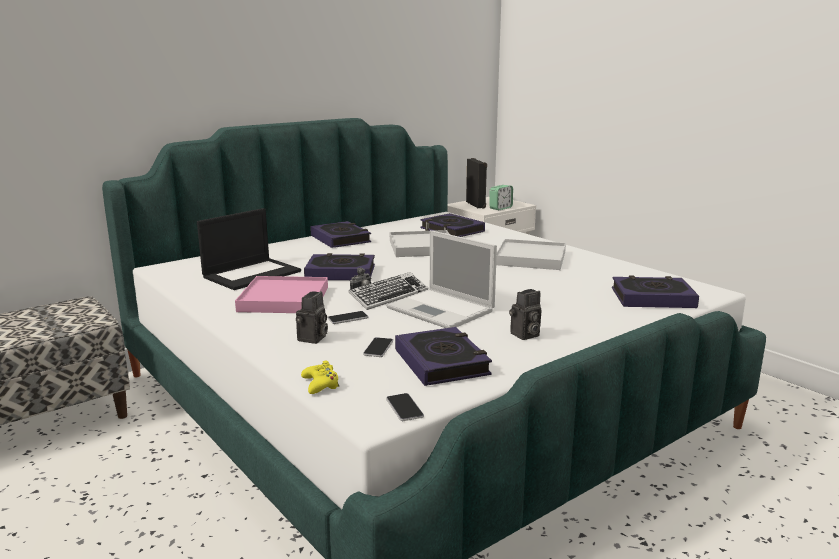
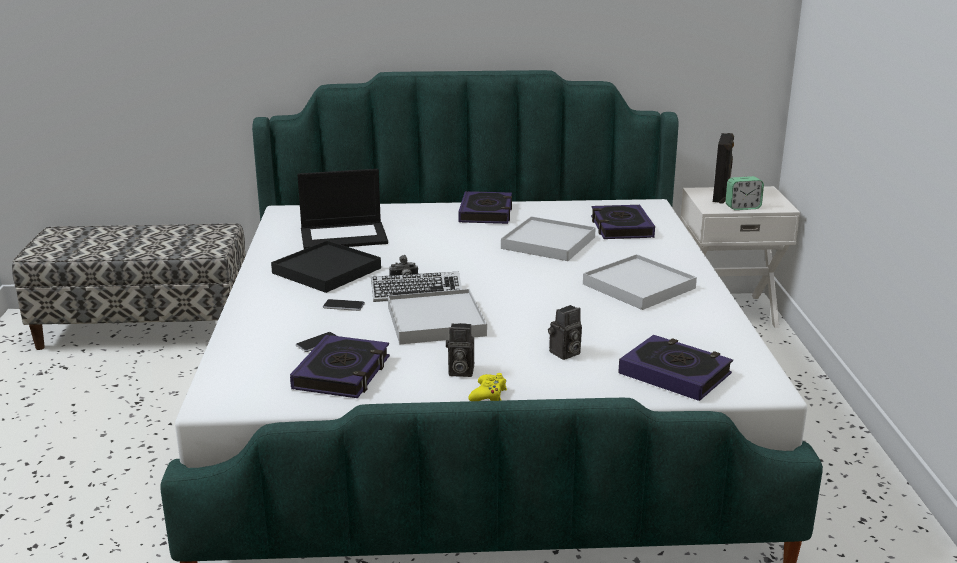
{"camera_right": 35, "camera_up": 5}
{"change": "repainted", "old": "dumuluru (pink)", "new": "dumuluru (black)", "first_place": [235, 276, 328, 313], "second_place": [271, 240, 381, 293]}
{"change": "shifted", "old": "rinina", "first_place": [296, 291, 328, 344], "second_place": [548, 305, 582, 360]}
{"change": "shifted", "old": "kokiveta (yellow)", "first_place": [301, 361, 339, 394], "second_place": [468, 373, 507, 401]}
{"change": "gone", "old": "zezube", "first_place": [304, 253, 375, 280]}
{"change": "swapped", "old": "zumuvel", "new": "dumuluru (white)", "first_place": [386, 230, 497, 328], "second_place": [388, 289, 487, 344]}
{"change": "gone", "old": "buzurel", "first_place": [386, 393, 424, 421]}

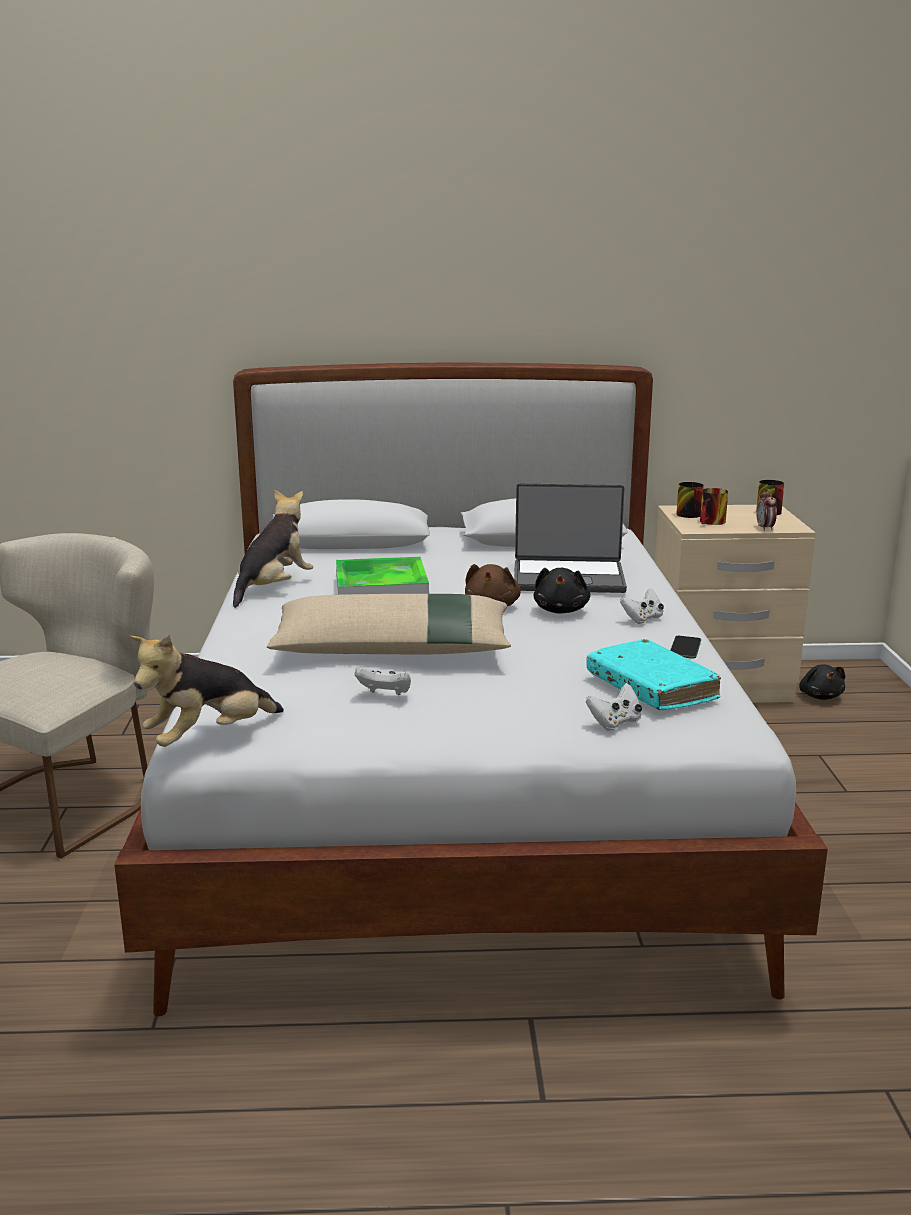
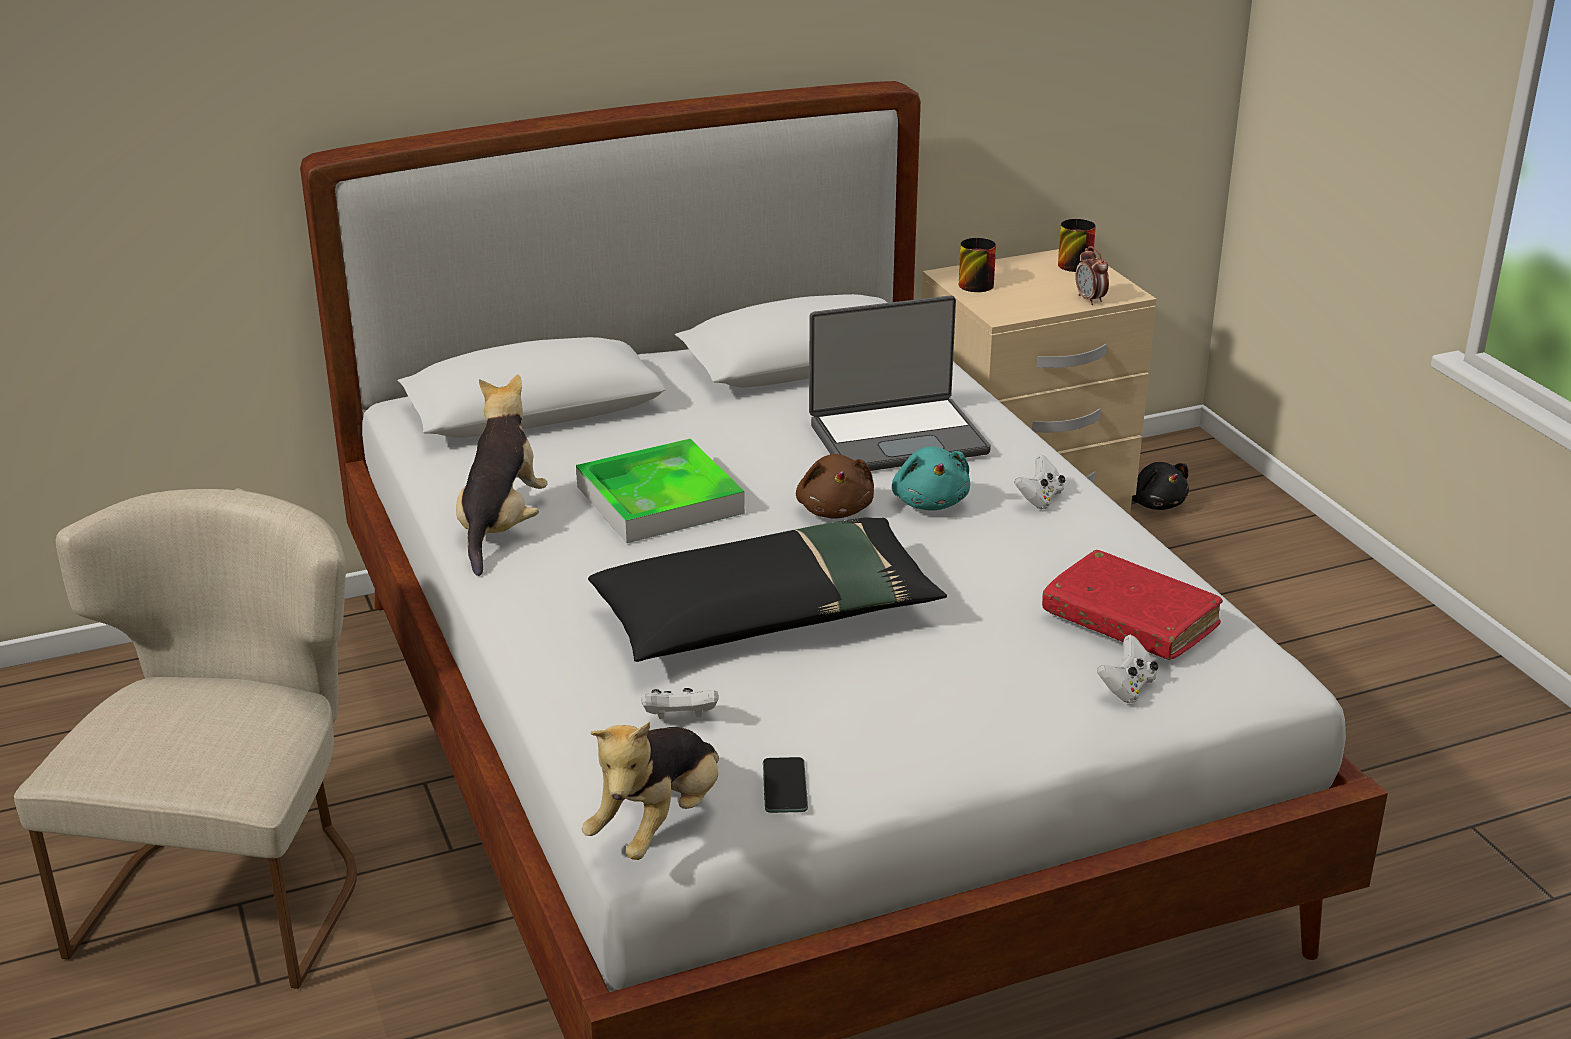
{"camera_right": -20, "camera_up": 10}
{"change": "repainted", "old": "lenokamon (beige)", "new": "lenokamon (black)", "first_place": [267, 594, 511, 655], "second_place": [588, 517, 947, 662]}
{"change": "shifted", "old": "kokiveta (white)", "first_place": [355, 668, 411, 695], "second_place": [641, 688, 719, 719]}
{"change": "repainted", "old": "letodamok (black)", "new": "letodamok (turquoise)", "first_place": [533, 568, 590, 613], "second_place": [892, 446, 970, 511]}
{"change": "repainted", "old": "zezube (turquoise)", "new": "zezube (red)", "first_place": [586, 639, 721, 710], "second_place": [1042, 550, 1223, 660]}
{"change": "shifted", "old": "buzurel", "first_place": [670, 636, 701, 659], "second_place": [763, 757, 808, 813]}
{"change": "gone", "old": "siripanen", "first_place": [700, 488, 728, 525]}

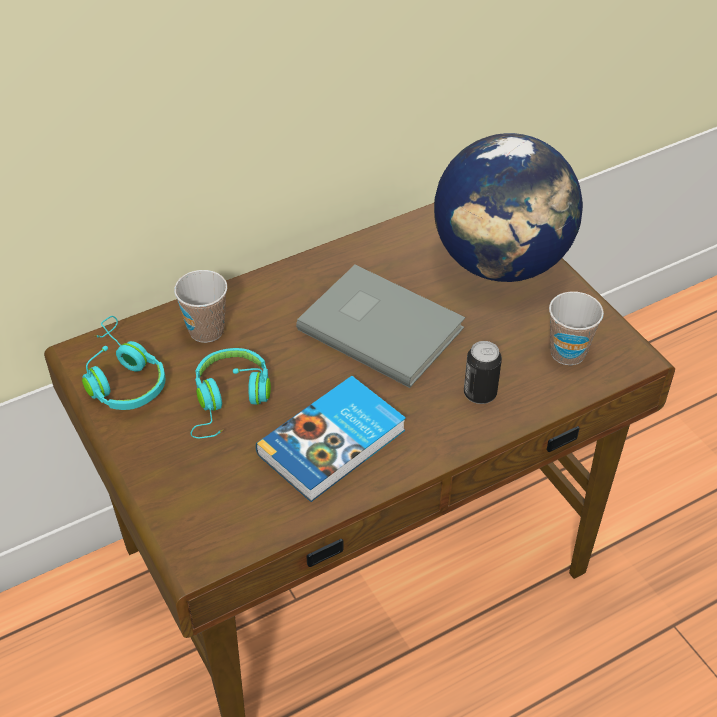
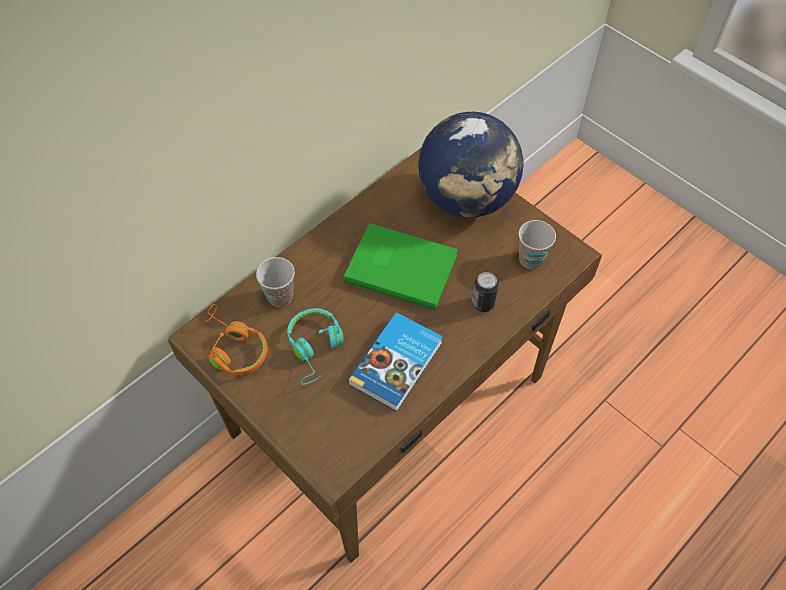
{"camera_right": -15, "camera_up": 10}
{"change": "repainted", "old": "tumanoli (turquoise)", "new": "tumanoli (orange)", "first_place": [82, 316, 165, 410], "second_place": [204, 304, 268, 375]}
{"change": "repainted", "old": "zezube (grey)", "new": "zezube (green)", "first_place": [296, 265, 465, 388], "second_place": [343, 223, 458, 310]}

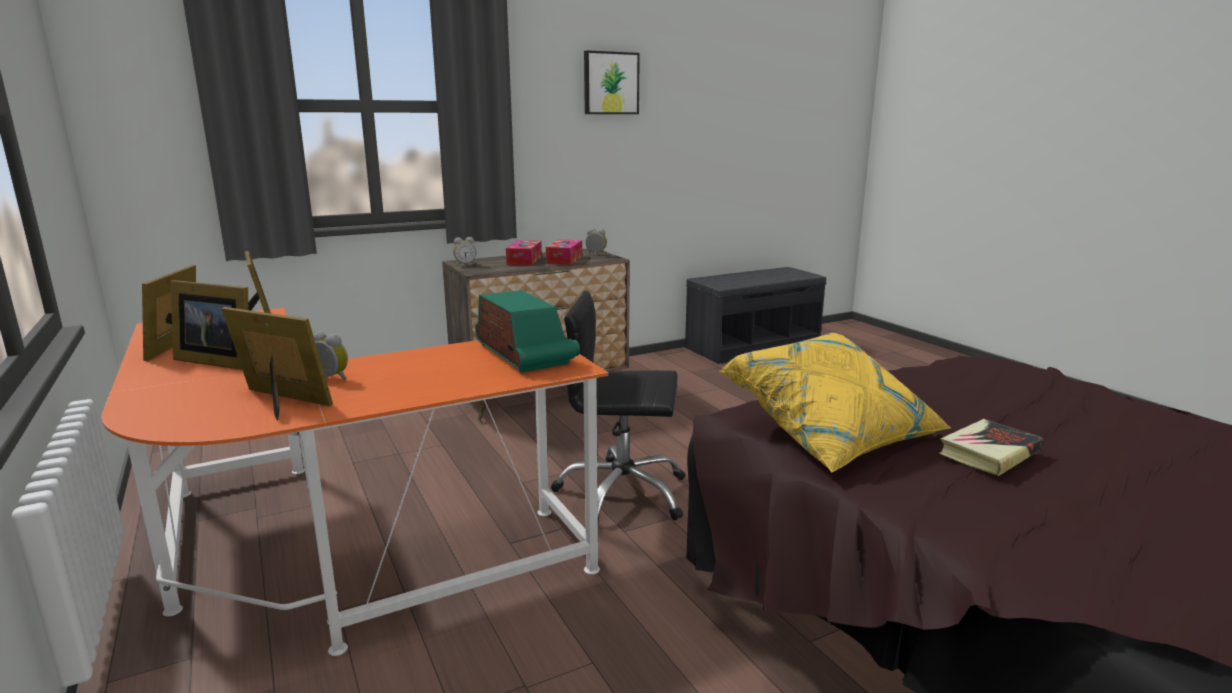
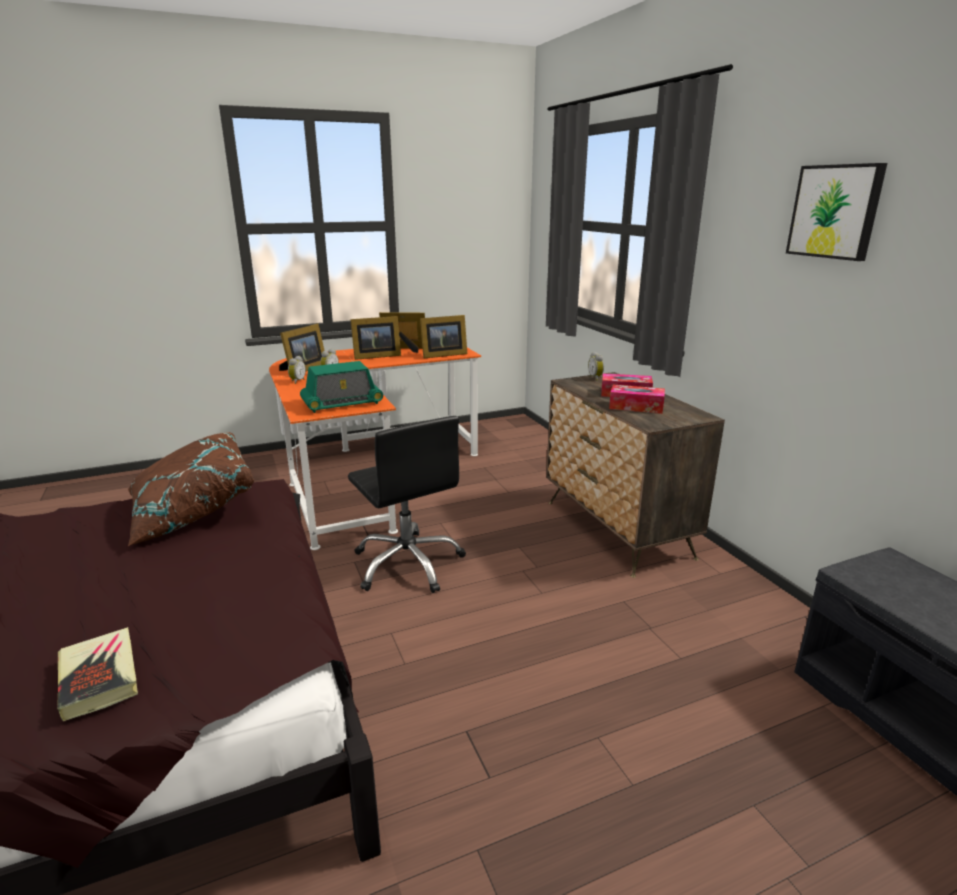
{"camera_right": 95, "camera_up": 5}
{"change": "rotated", "old": "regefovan", "first_place": [171, 280, 248, 370], "second_place": [350, 316, 401, 360], "degrees": -135}
{"change": "rotated", "old": "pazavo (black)", "first_place": [551, 291, 685, 525], "second_place": [348, 416, 466, 593], "degrees": 135}
{"change": "shifted", "old": "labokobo", "first_place": [585, 228, 607, 256], "second_place": [288, 356, 306, 384]}
{"change": "repainted", "old": "lenokamon (yellow)", "new": "lenokamon (brown)", "first_place": [719, 333, 951, 473], "second_place": [128, 432, 254, 546]}
{"change": "shifted", "old": "zezube", "first_place": [939, 419, 1043, 476], "second_place": [57, 627, 138, 721]}

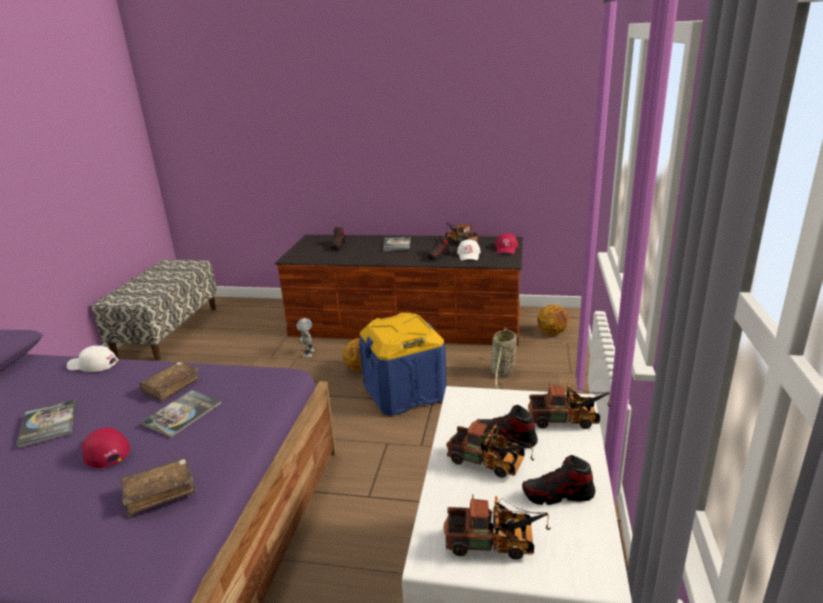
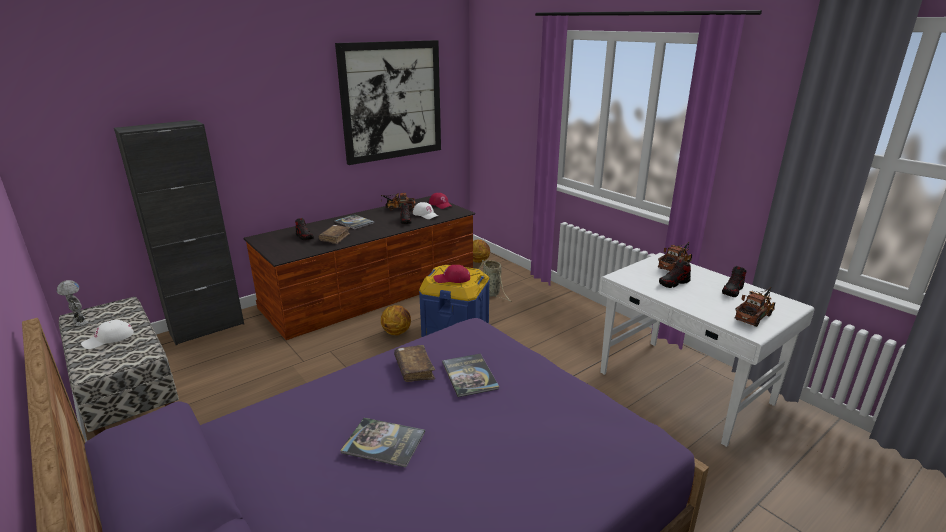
{"camera_right": -50, "camera_up": 0}
{"change": "shifted", "old": "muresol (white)", "first_place": [67, 346, 118, 372], "second_place": [81, 320, 134, 349]}
{"change": "shifted", "old": "muresol (red)", "first_place": [82, 427, 130, 468], "second_place": [434, 265, 470, 283]}
{"change": "shifted", "old": "zezube (brown)", "first_place": [121, 457, 196, 516], "second_place": [318, 225, 350, 244]}
{"change": "shifted", "old": "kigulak", "first_place": [296, 318, 315, 358], "second_place": [57, 280, 88, 326]}
{"change": "gone", "old": "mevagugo", "first_place": [447, 419, 534, 478]}
{"change": "new", "new": "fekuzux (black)", "second_place": [114, 120, 244, 345]}
{"change": "new", "new": "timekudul", "second_place": [335, 40, 441, 165]}

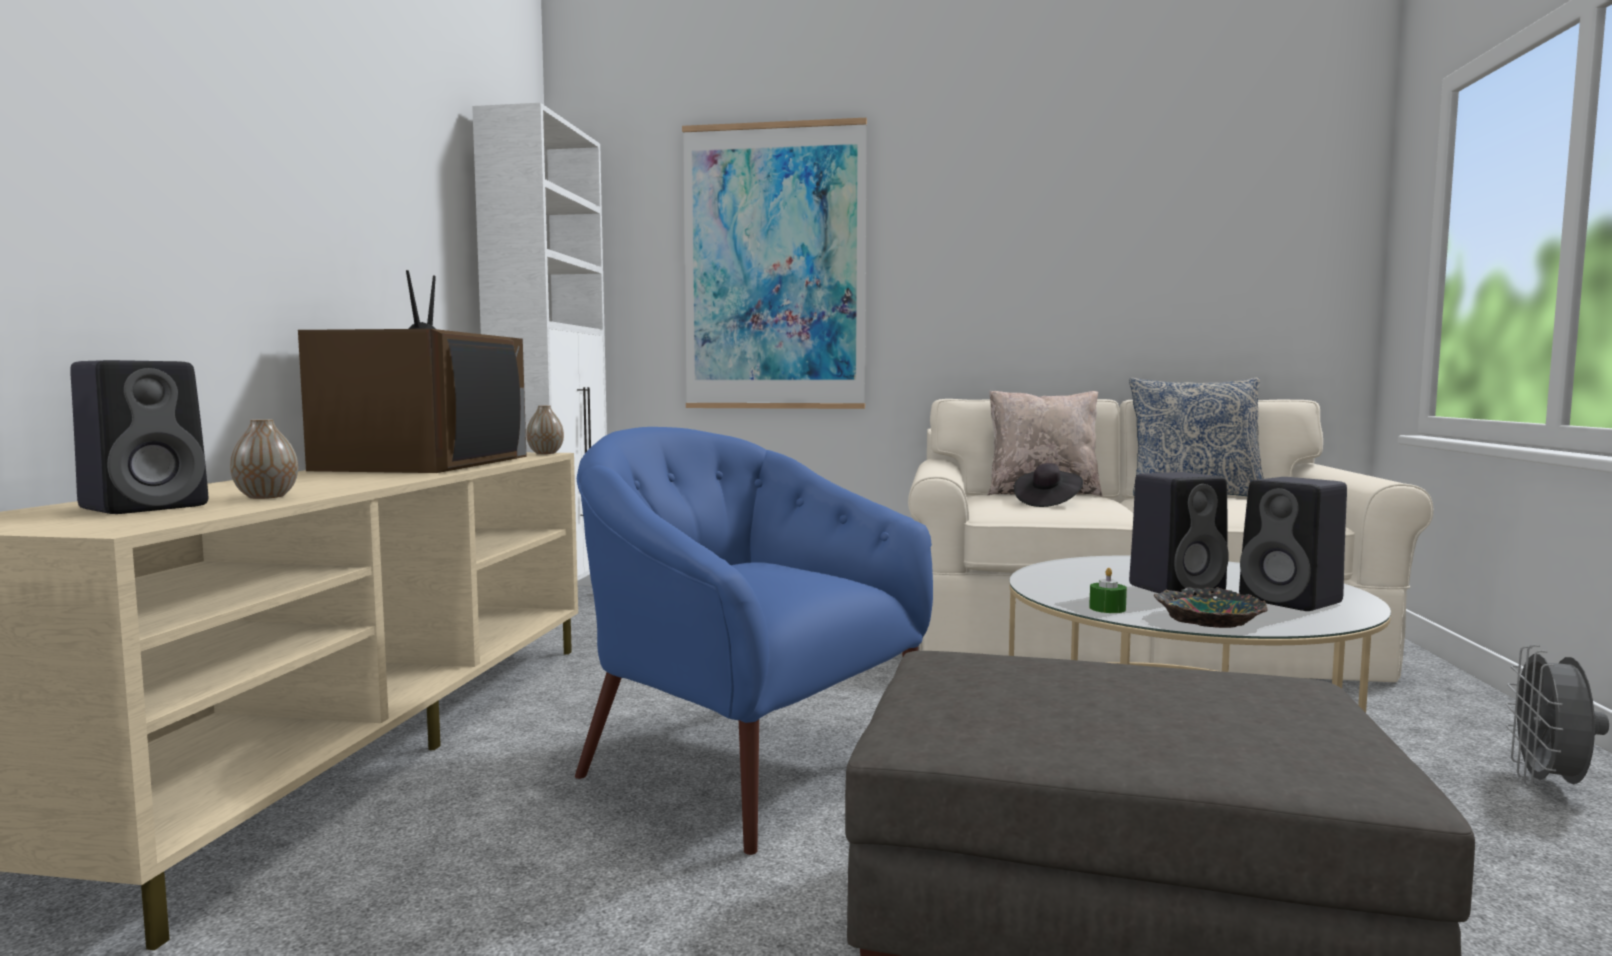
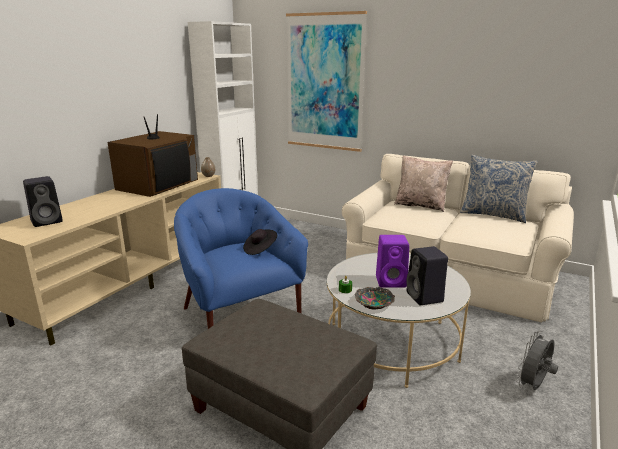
{"camera_right": 20, "camera_up": 15}
{"change": "gone", "old": "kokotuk", "first_place": [230, 419, 298, 499]}
{"change": "shifted", "old": "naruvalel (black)", "first_place": [1014, 463, 1083, 507], "second_place": [243, 229, 277, 255]}
{"change": "repainted", "old": "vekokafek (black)", "new": "vekokafek (purple)", "first_place": [1129, 472, 1229, 596], "second_place": [376, 235, 409, 288]}

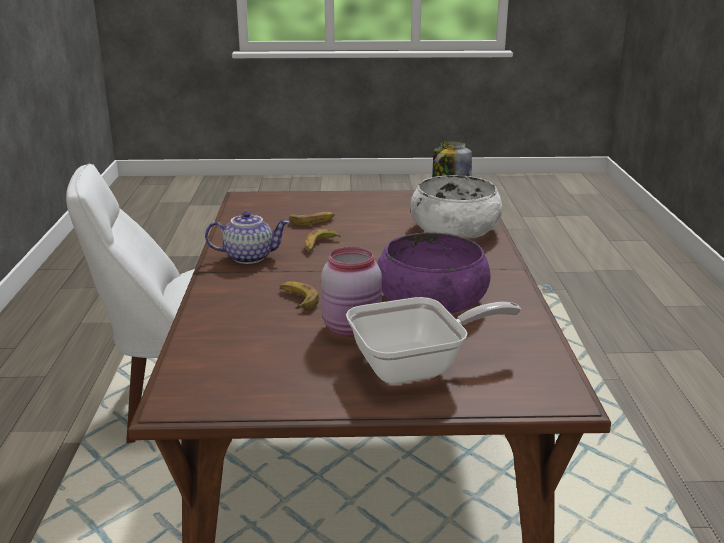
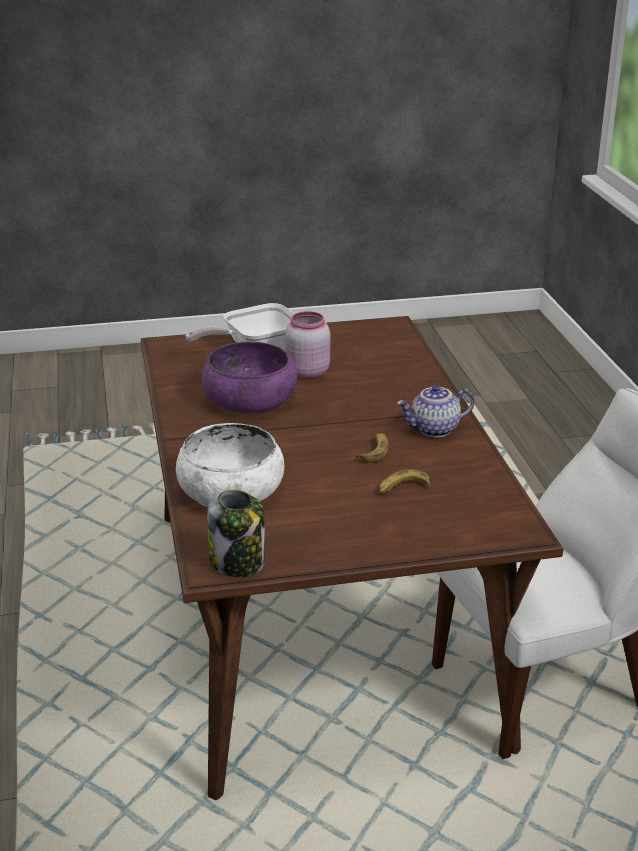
{"camera_right": 170, "camera_up": 5}
{"change": "gone", "old": "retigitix", "first_place": [280, 281, 319, 309]}

